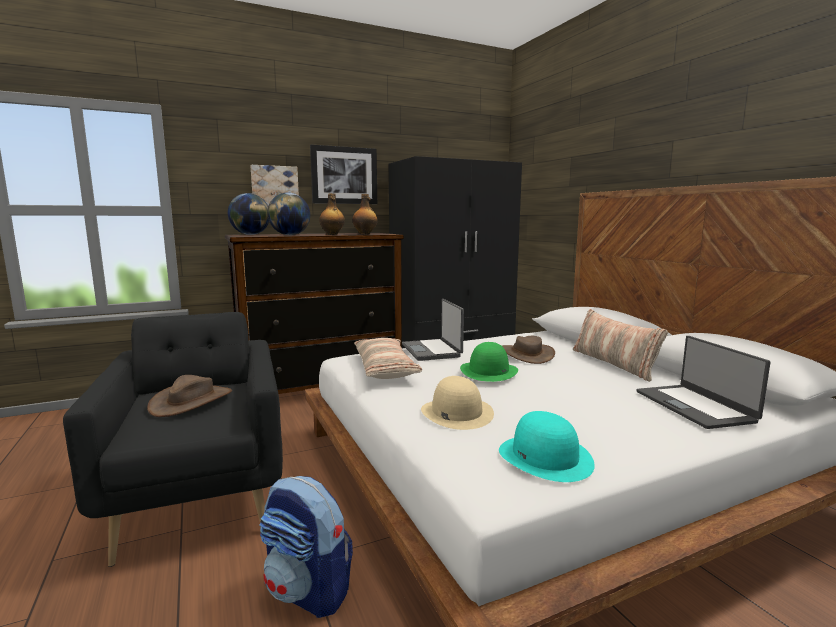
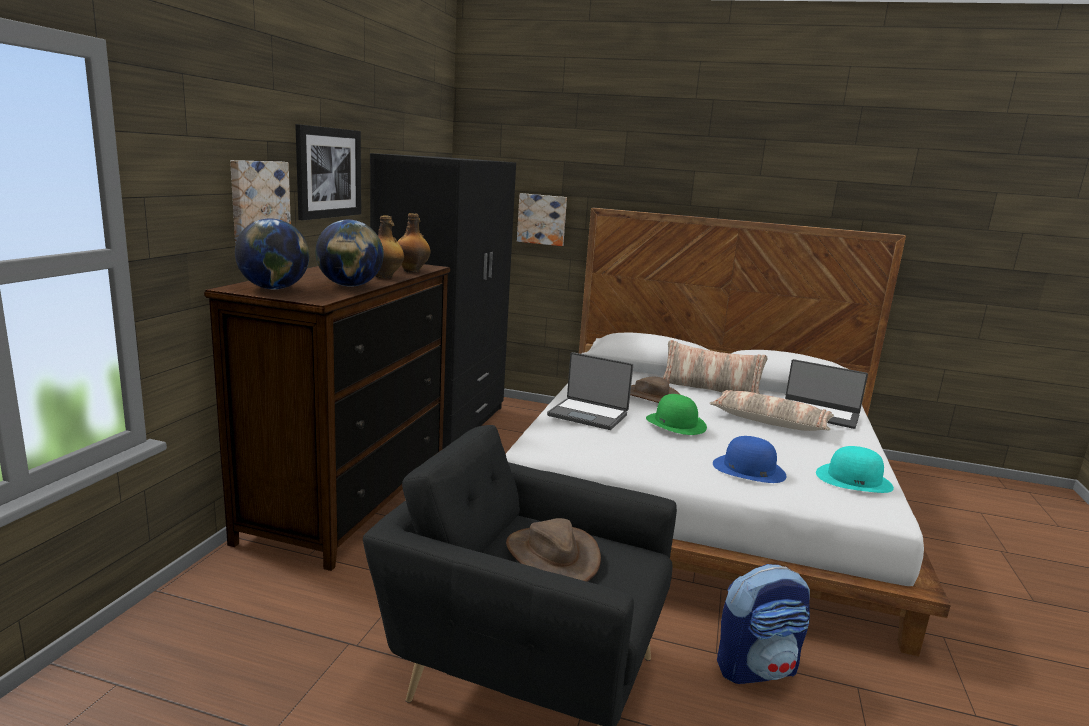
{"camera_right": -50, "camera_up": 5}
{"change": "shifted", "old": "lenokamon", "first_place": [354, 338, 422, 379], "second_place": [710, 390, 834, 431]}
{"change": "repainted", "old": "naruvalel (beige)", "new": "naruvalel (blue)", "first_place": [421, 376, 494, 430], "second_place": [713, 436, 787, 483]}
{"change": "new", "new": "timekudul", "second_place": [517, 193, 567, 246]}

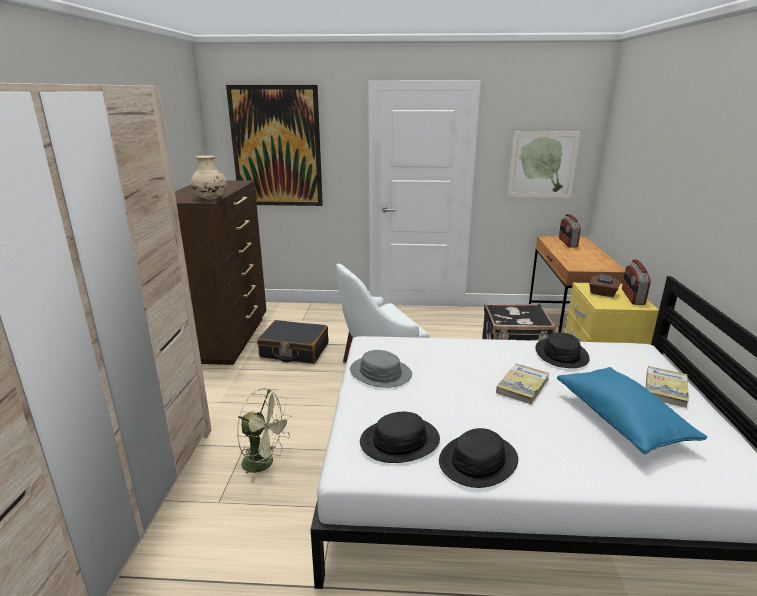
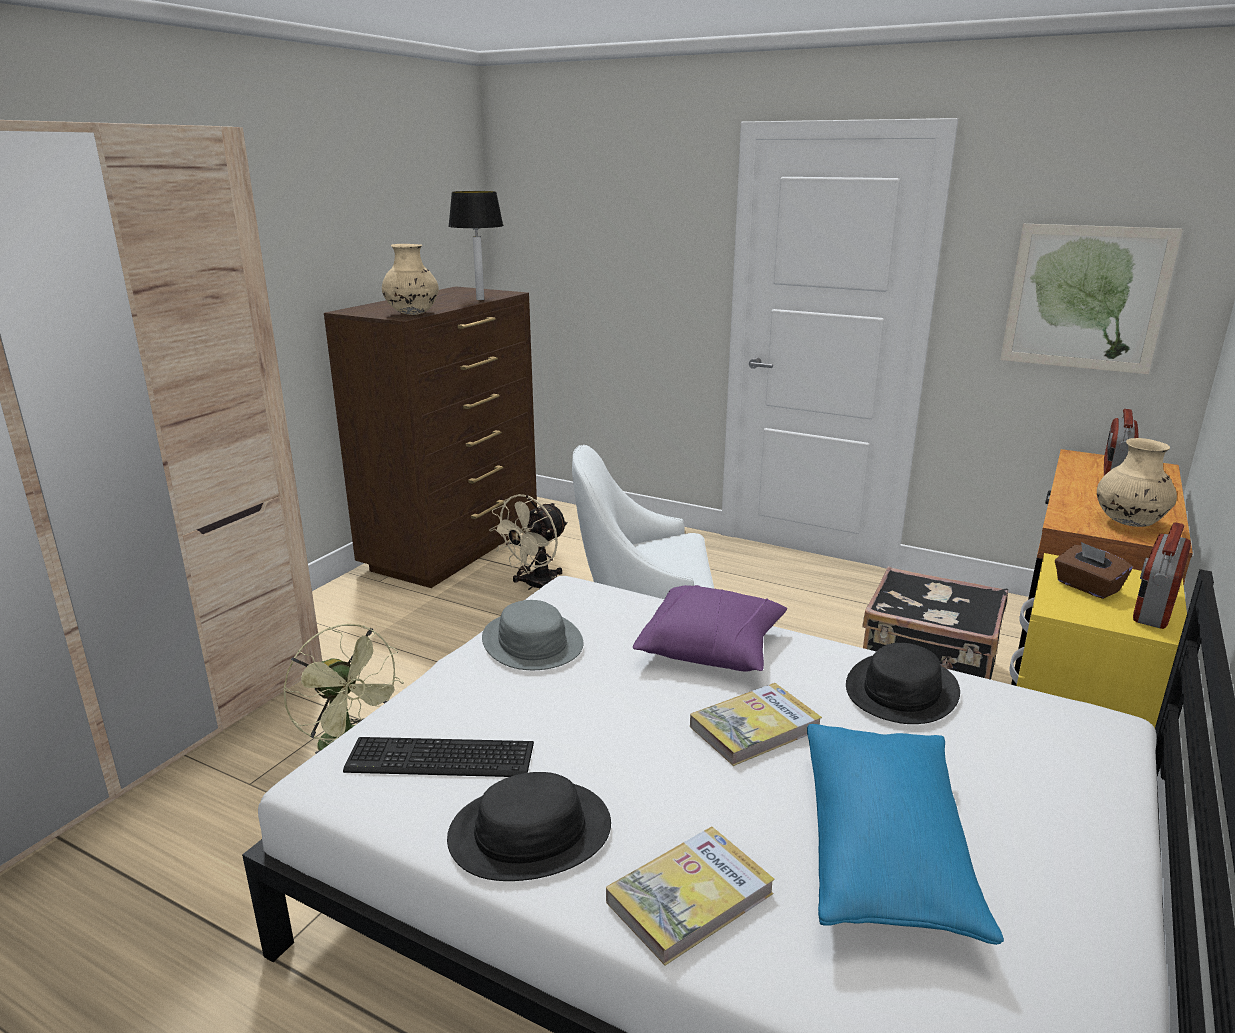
{"camera_right": 25, "camera_up": 0}
{"change": "gone", "old": "timekudul", "first_place": [226, 85, 323, 206]}
{"change": "swapped", "old": "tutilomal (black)", "new": "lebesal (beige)", "first_place": [257, 320, 328, 364], "second_place": [489, 494, 568, 590]}
{"change": "swapped", "old": "naruvalel (black)", "new": "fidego", "first_place": [360, 412, 440, 463], "second_place": [343, 737, 534, 777]}
{"change": "shifted", "old": "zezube", "first_place": [646, 366, 689, 408], "second_place": [606, 827, 775, 966]}
{"change": "new", "new": "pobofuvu", "second_place": [448, 191, 504, 300]}
{"change": "new", "new": "lenokamon (purple)", "second_place": [633, 585, 787, 672]}
{"change": "new", "new": "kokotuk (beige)", "second_place": [1097, 438, 1177, 527]}

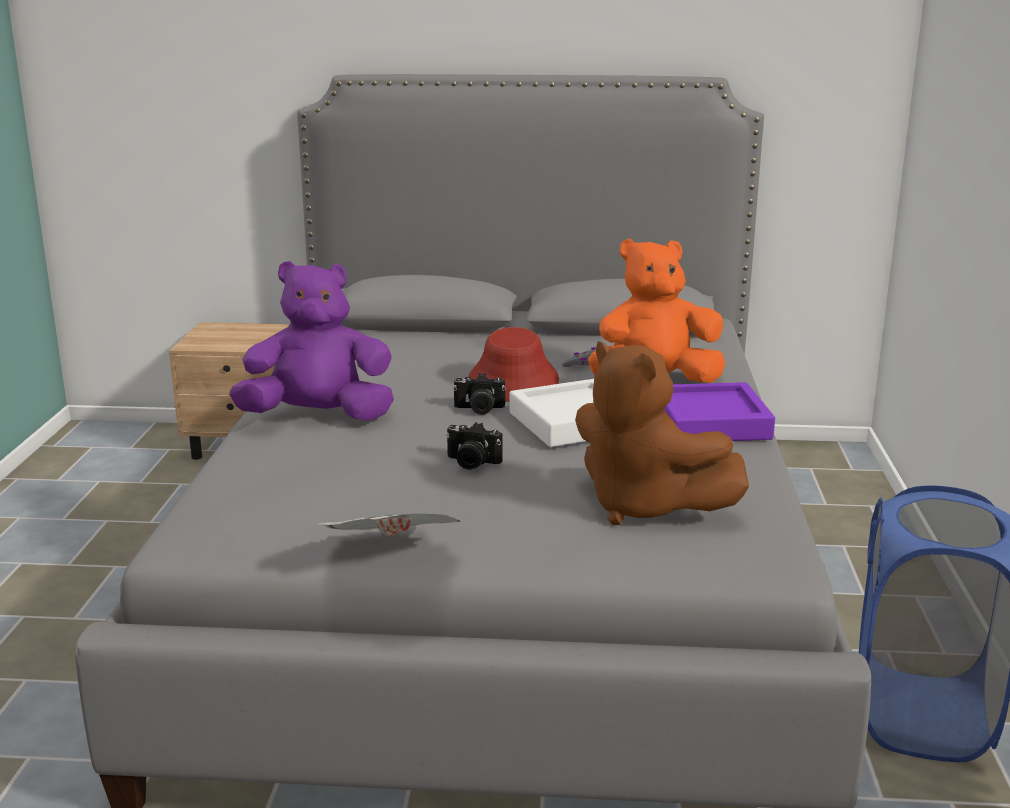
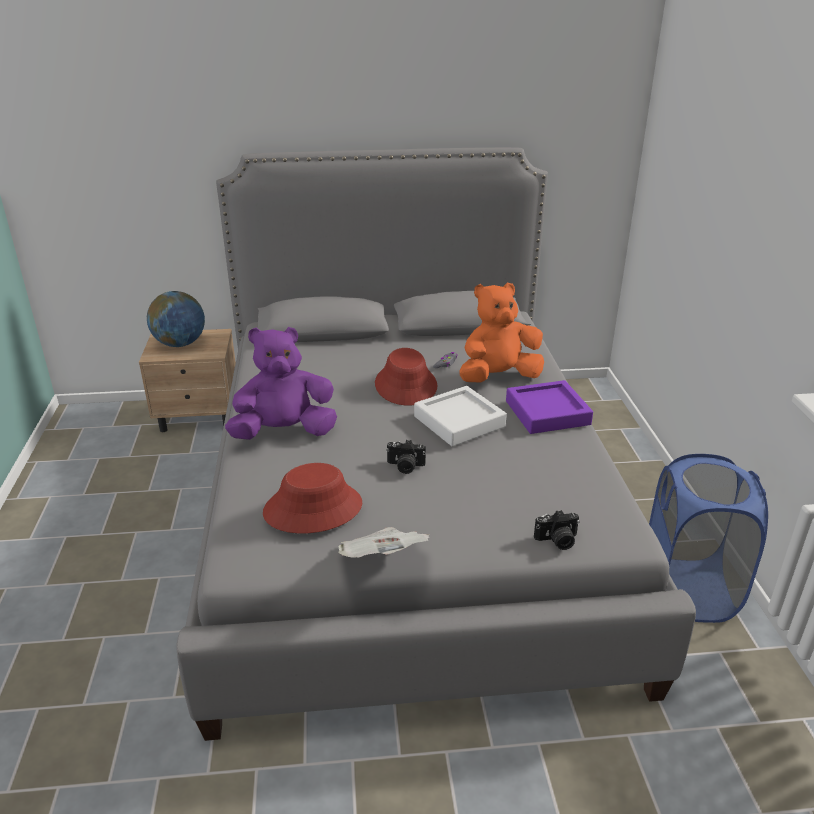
{"camera_right": -10, "camera_up": 10}
{"change": "shifted", "old": "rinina", "first_place": [453, 373, 506, 415], "second_place": [534, 510, 580, 550]}
{"change": "gone", "old": "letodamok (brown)", "first_place": [575, 341, 749, 525]}
{"change": "new", "new": "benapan", "second_place": [147, 291, 205, 347]}
{"change": "new", "new": "naruvalel (red)", "second_place": [263, 463, 362, 533]}

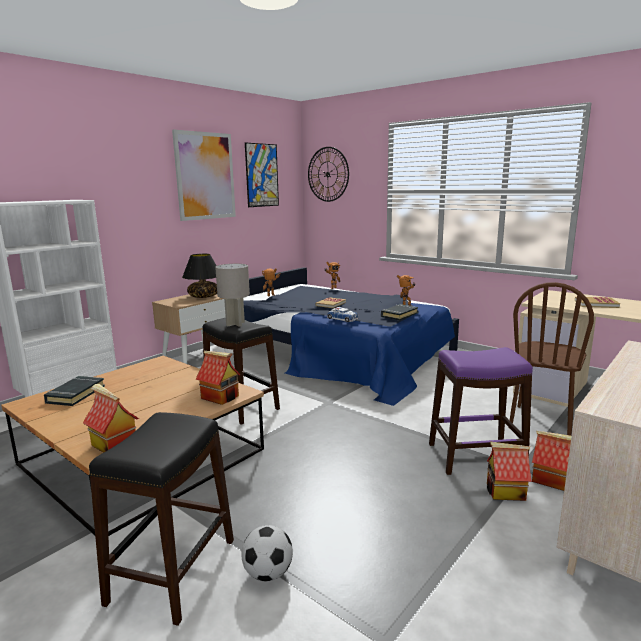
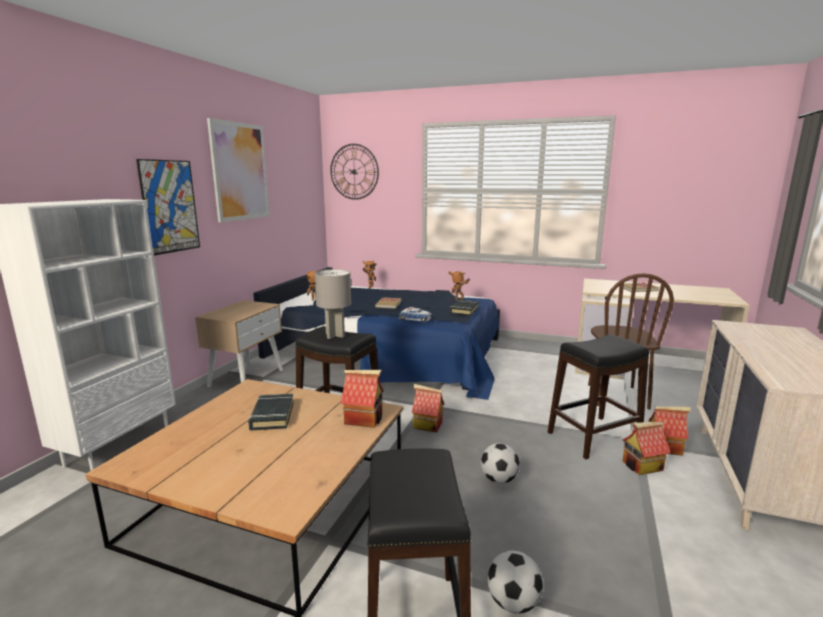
{"camera_right": -20, "camera_up": 0}
{"change": "shifted", "old": "zezube (black)", "first_place": [44, 376, 105, 406], "second_place": [248, 394, 294, 430]}
{"change": "shifted", "old": "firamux", "first_place": [83, 384, 139, 453], "second_place": [412, 384, 444, 432]}
{"change": "gone", "old": "pobofuvu (black)", "first_place": [182, 254, 217, 298]}
{"change": "shifted", "old": "timekudul", "first_place": [245, 142, 279, 207], "second_place": [136, 159, 200, 256]}
{"change": "repainted", "old": "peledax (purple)", "new": "peledax (black)", "first_place": [429, 347, 533, 475], "second_place": [548, 334, 649, 459]}
{"change": "new", "new": "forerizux", "second_place": [481, 443, 520, 484]}

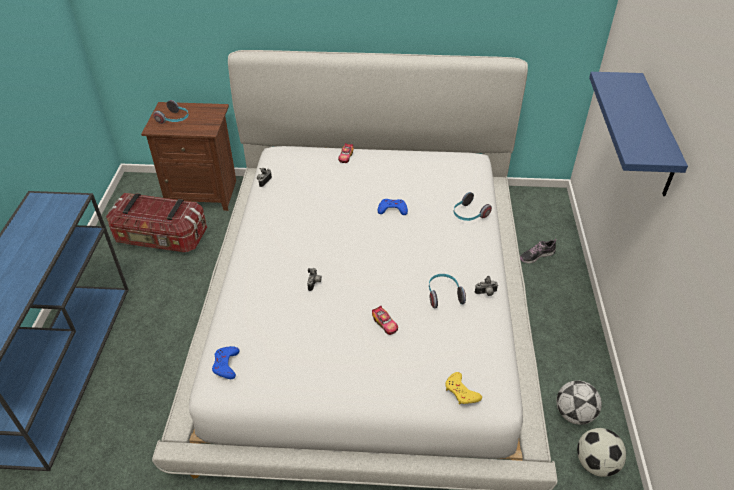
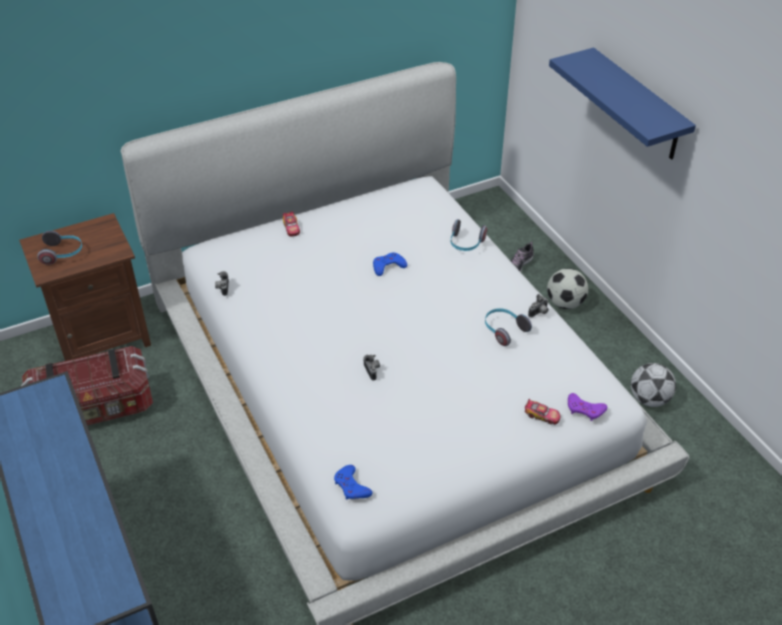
{"camera_right": -30, "camera_up": 0}
{"change": "shifted", "old": "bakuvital", "first_place": [372, 306, 398, 335], "second_place": [525, 399, 560, 425]}
{"change": "repainted", "old": "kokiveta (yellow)", "new": "kokiveta (purple)", "first_place": [445, 372, 482, 405], "second_place": [568, 393, 607, 421]}
{"change": "shifted", "old": "forerizux", "first_place": [577, 428, 626, 477], "second_place": [547, 268, 588, 309]}

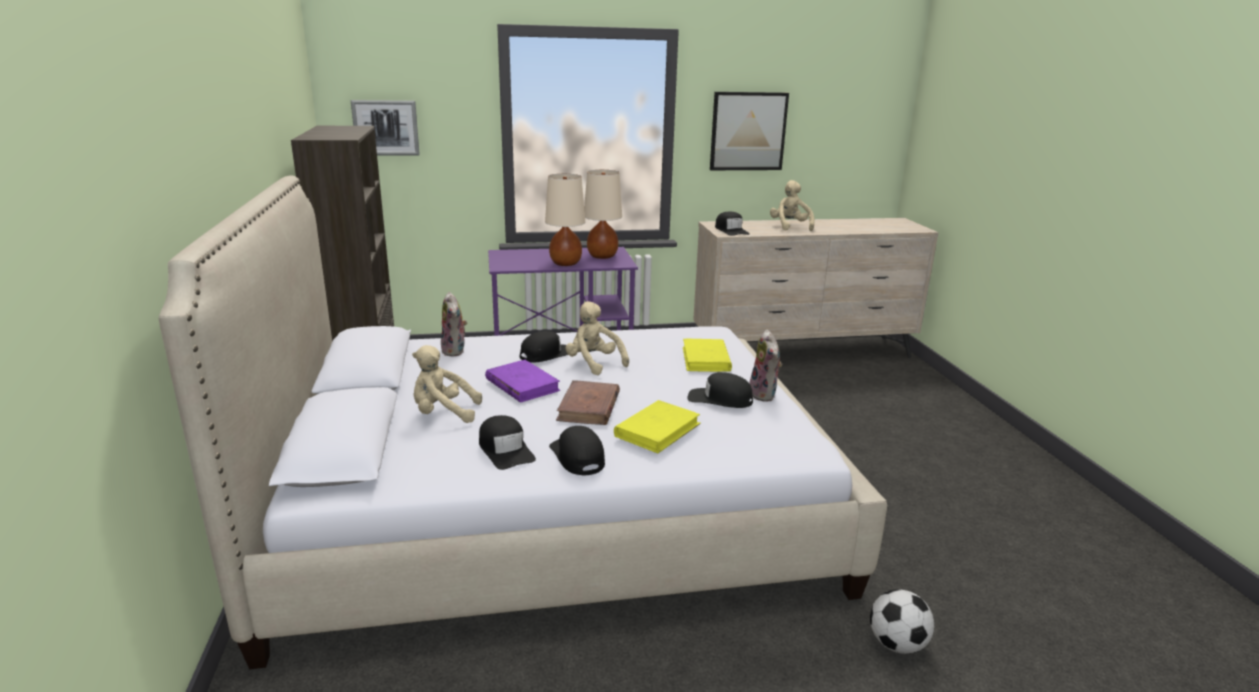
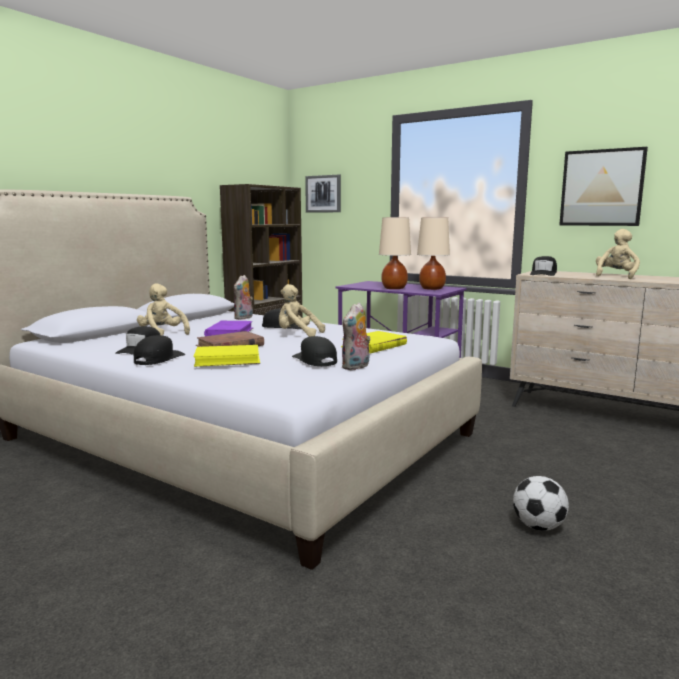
{"camera_right": 45, "camera_up": -10}
{"change": "rotated", "old": "letodamok (beige)", "first_place": [565, 301, 629, 375], "second_place": [279, 284, 325, 337], "degrees": -75}
{"change": "shifted", "old": "forerizux", "first_place": [870, 589, 934, 654], "second_place": [513, 476, 569, 531]}

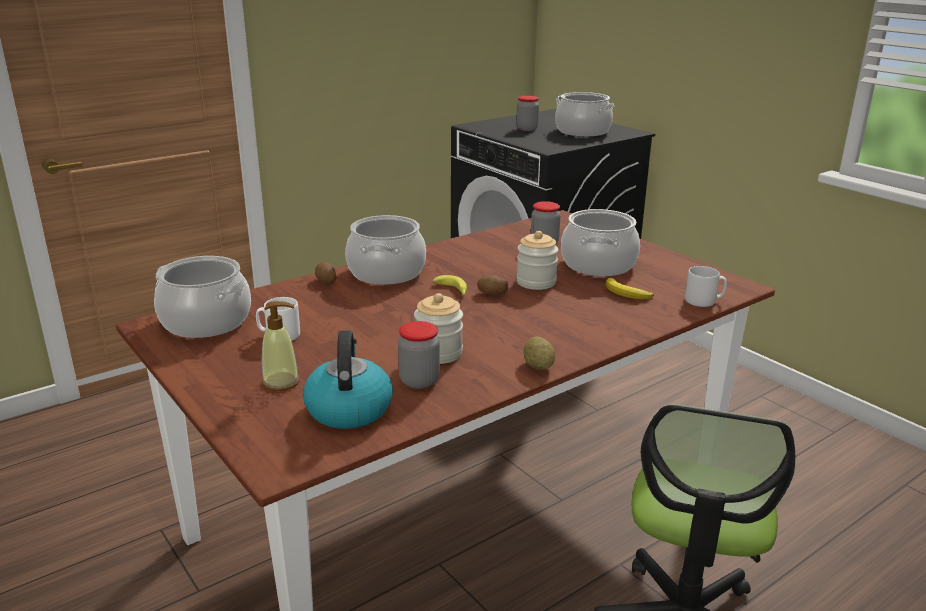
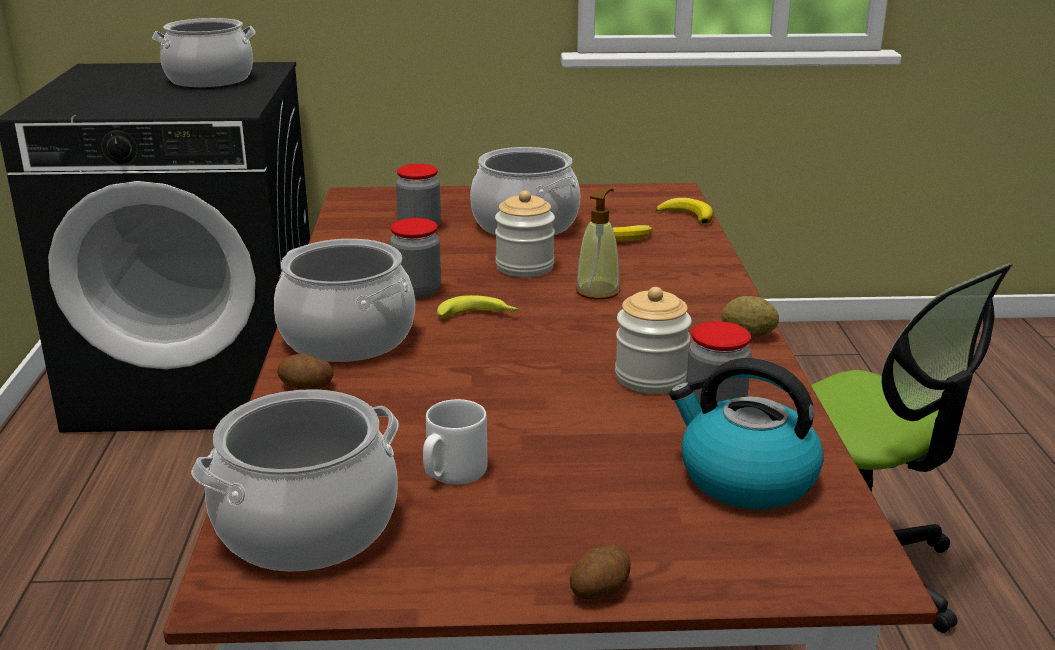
{"camera_right": -55, "camera_up": 0}
{"change": "shifted", "old": "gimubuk", "first_place": [262, 301, 300, 391], "second_place": [576, 188, 620, 300]}
{"change": "shifted", "old": "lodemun", "first_place": [477, 275, 509, 295], "second_place": [570, 544, 630, 600]}
{"change": "shifted", "old": "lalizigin", "first_place": [516, 96, 539, 131], "second_place": [390, 218, 441, 299]}
{"change": "swapped", "old": "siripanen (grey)", "new": "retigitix", "first_place": [685, 266, 727, 307], "second_place": [656, 198, 713, 224]}

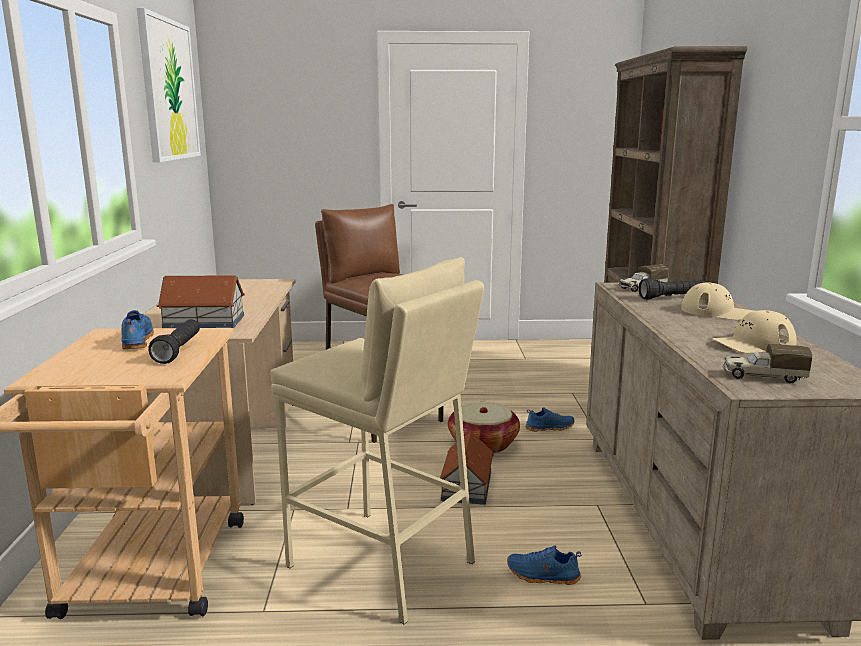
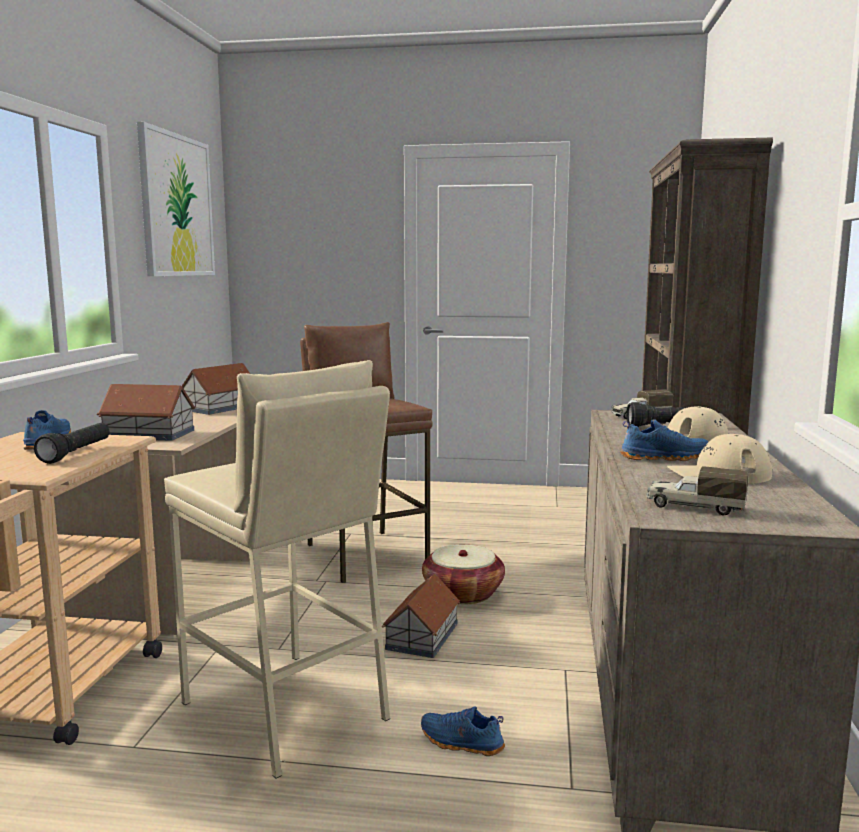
{"camera_right": 10, "camera_up": -5}
{"change": "shifted", "old": "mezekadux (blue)", "first_place": [525, 407, 574, 432], "second_place": [620, 419, 709, 461]}
{"change": "new", "new": "firamux", "second_place": [182, 363, 250, 415]}

